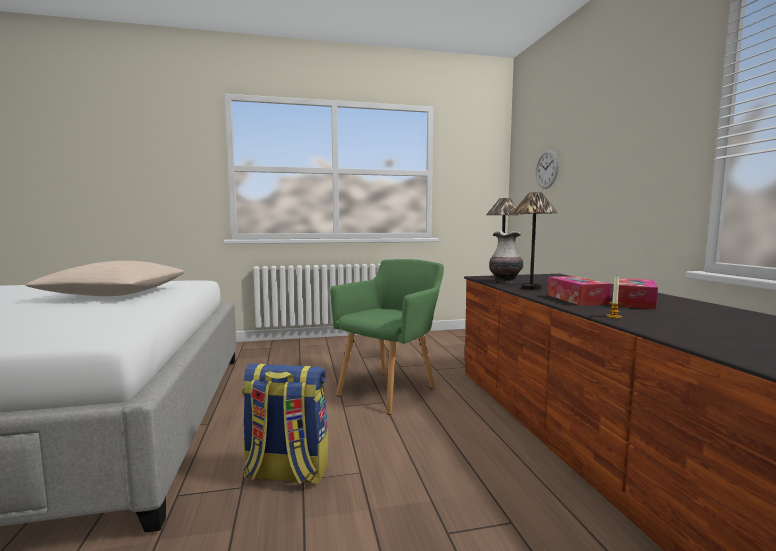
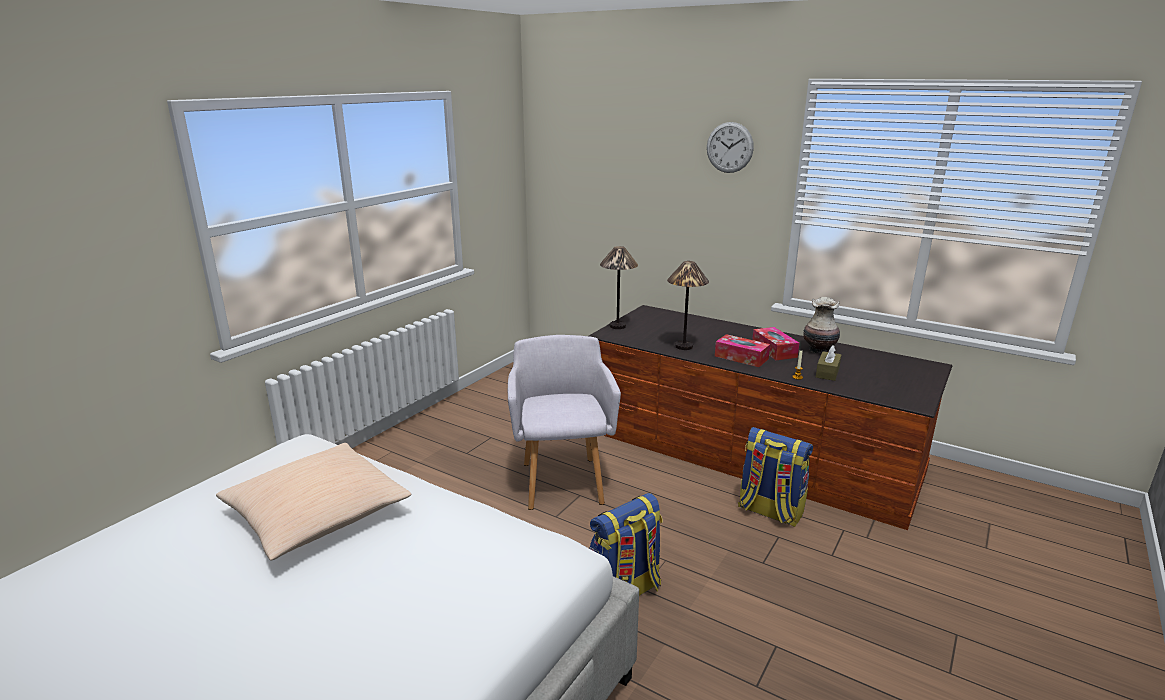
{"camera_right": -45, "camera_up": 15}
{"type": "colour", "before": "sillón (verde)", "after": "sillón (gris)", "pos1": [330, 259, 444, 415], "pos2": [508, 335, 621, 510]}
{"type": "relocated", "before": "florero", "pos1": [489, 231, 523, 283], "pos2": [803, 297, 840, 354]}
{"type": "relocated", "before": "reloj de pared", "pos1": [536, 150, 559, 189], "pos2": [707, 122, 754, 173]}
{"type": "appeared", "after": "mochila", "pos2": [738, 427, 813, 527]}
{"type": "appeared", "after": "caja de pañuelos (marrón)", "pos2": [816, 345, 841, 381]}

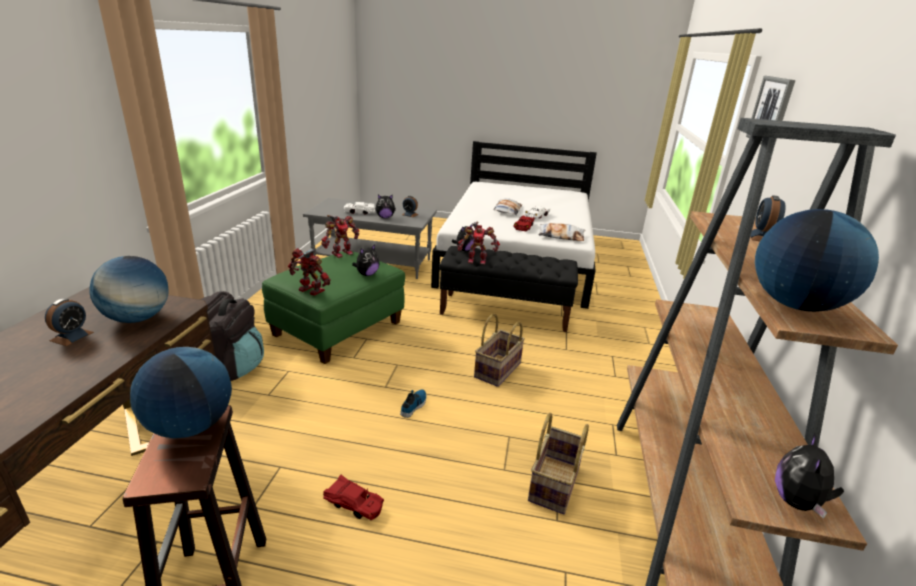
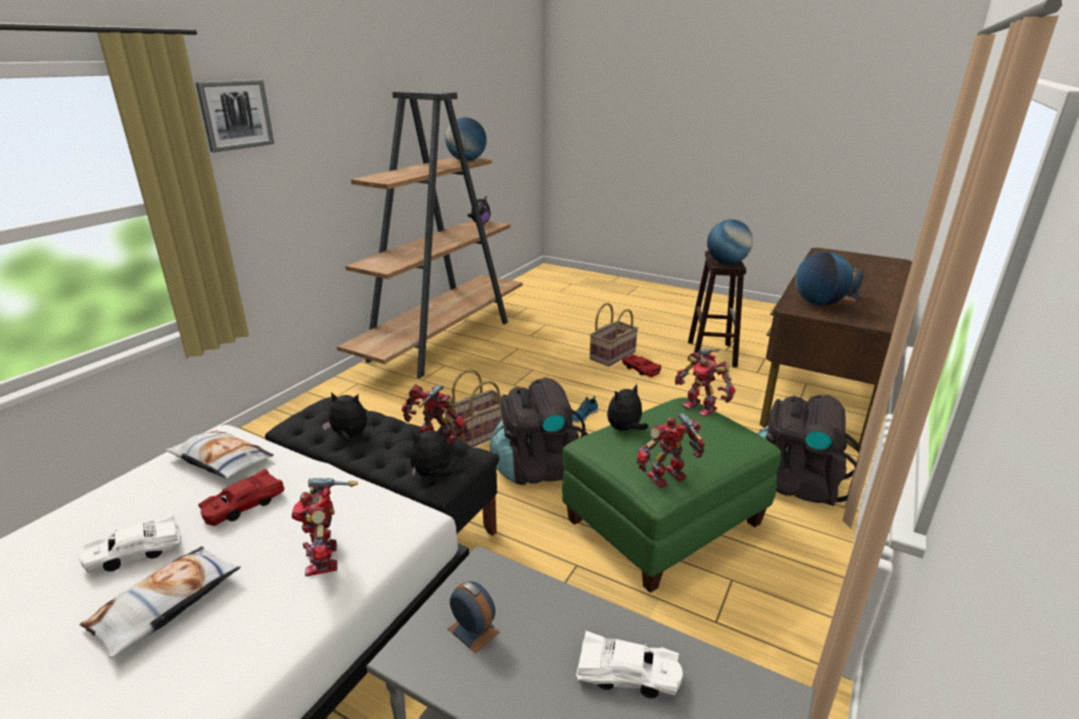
{"camera_right": -160, "camera_up": 0}
{"type": "relocated", "before": "peluche", "pos1": [376, 194, 396, 218], "pos2": [322, 392, 367, 441]}
{"type": "relocated", "before": "cesta", "pos1": [528, 413, 589, 514], "pos2": [590, 303, 638, 366]}
{"type": "missing", "before": "despertador", "pos1": [750, 195, 786, 241]}
{"type": "appeared", "after": "robot de juguete", "pos2": [292, 478, 358, 576]}
{"type": "appeared", "after": "mochila (negro)", "pos2": [490, 377, 588, 485]}

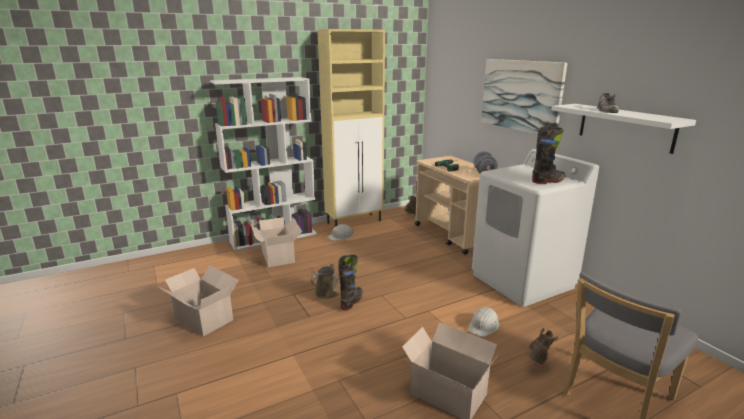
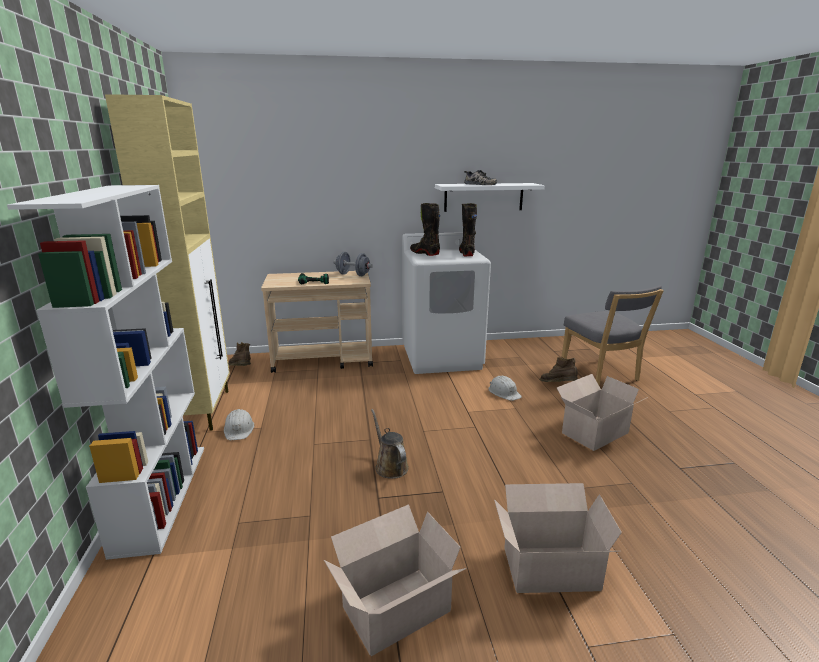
{"camera_right": -70, "camera_up": 0}
{"type": "relocated", "before": "caja de cartón", "pos1": [250, 217, 302, 267], "pos2": [494, 483, 622, 593]}
{"type": "relocated", "before": "bota (negro)", "pos1": [339, 255, 363, 310], "pos2": [410, 203, 440, 256]}
{"type": "missing", "before": "cuadro", "pos1": [481, 59, 568, 134]}

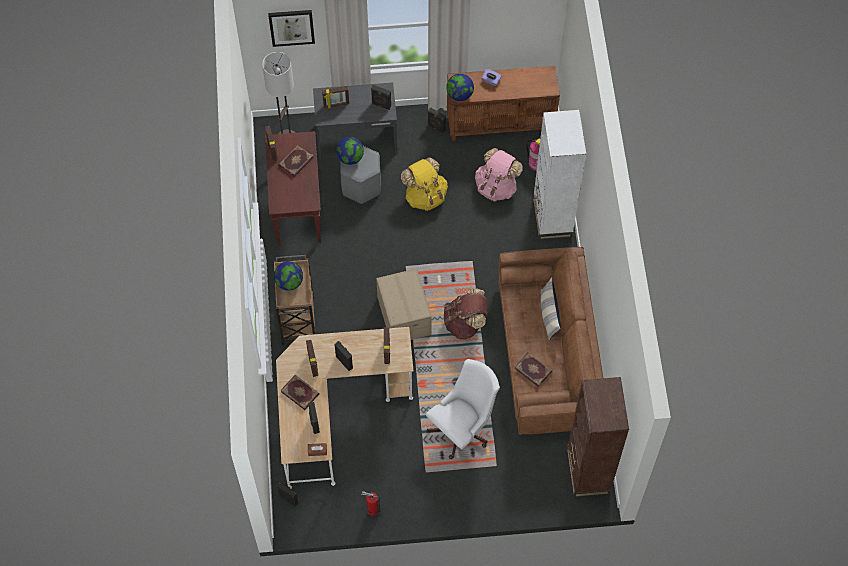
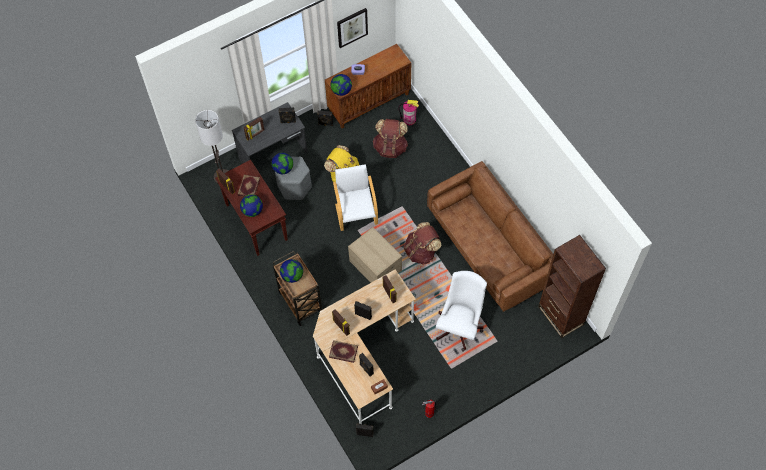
{"camera_right": -25, "camera_up": 0}
{"type": "relocated", "before": "cuadro", "pos1": [268, 10, 315, 47], "pos2": [337, 8, 368, 48]}
{"type": "colour", "before": "mochila (rosa)", "after": "mochila (marrón)", "pos1": [475, 148, 523, 201], "pos2": [373, 119, 408, 158]}
{"type": "missing", "before": "libro", "pos1": [514, 352, 552, 387]}
{"type": "missing", "before": "estantería (blanco)", "pos1": [533, 110, 586, 240]}
{"type": "missing", "before": "cojín", "pos1": [541, 277, 561, 341]}
{"type": "appeared", "after": "globo terráqueo", "pos2": [240, 194, 263, 217]}
{"type": "appeared", "after": "sillón (blanco)", "pos2": [333, 164, 378, 231]}

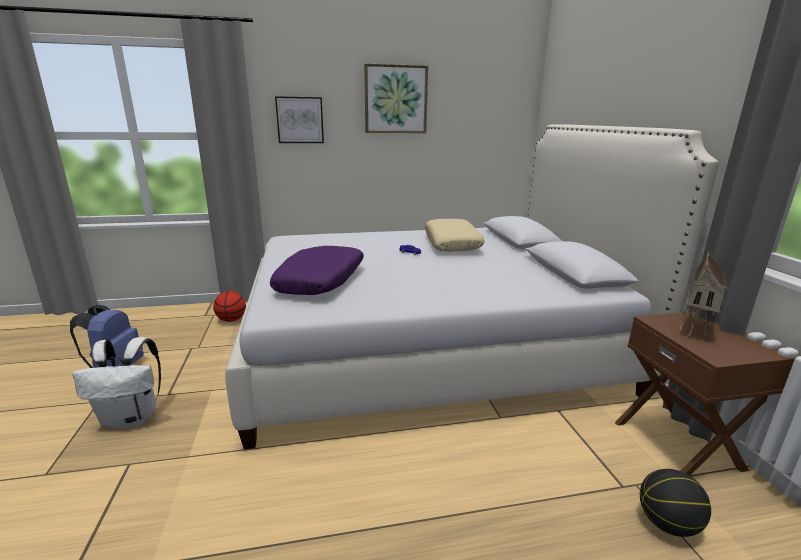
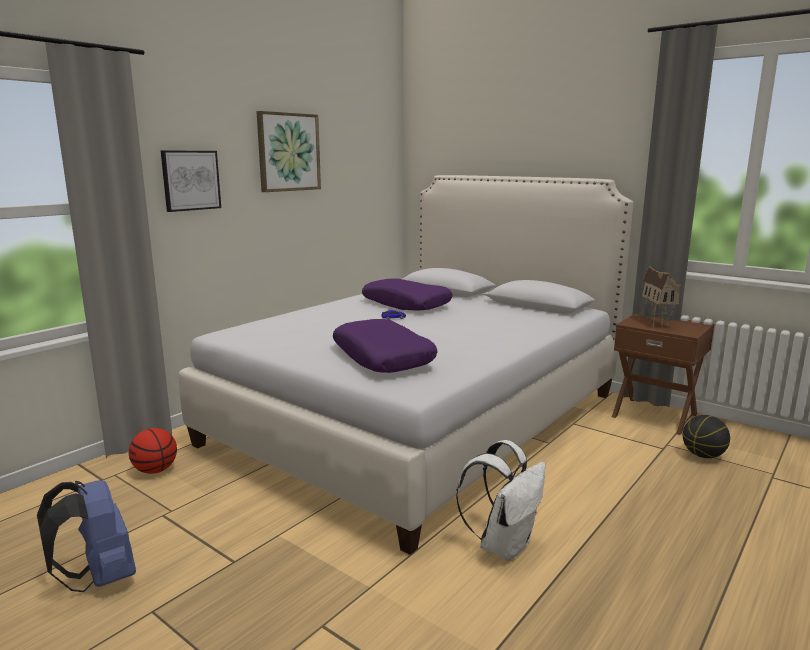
{"camera_right": -40, "camera_up": -5}
{"type": "relocated", "before": "mochila (blanco)", "pos1": [73, 337, 161, 429], "pos2": [456, 440, 546, 561]}
{"type": "colour", "before": "cojín (beis)", "after": "cojín (morado)", "pos1": [425, 219, 484, 252], "pos2": [362, 278, 453, 310]}

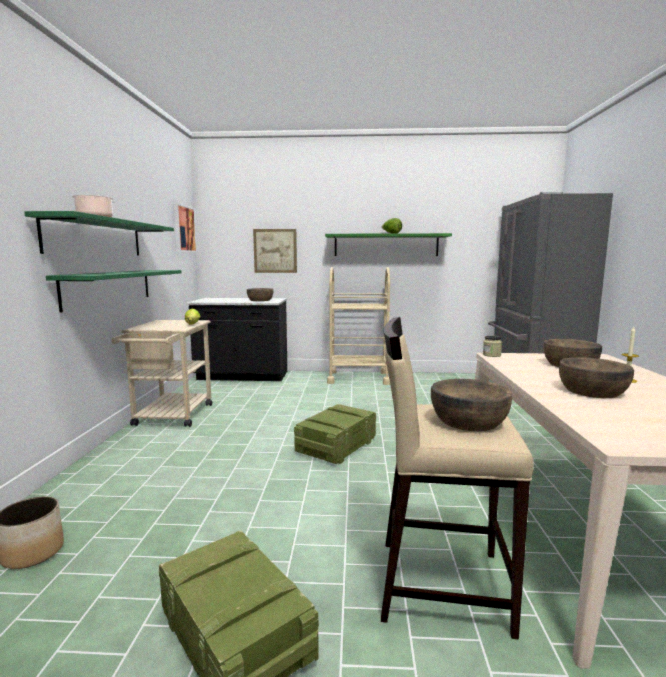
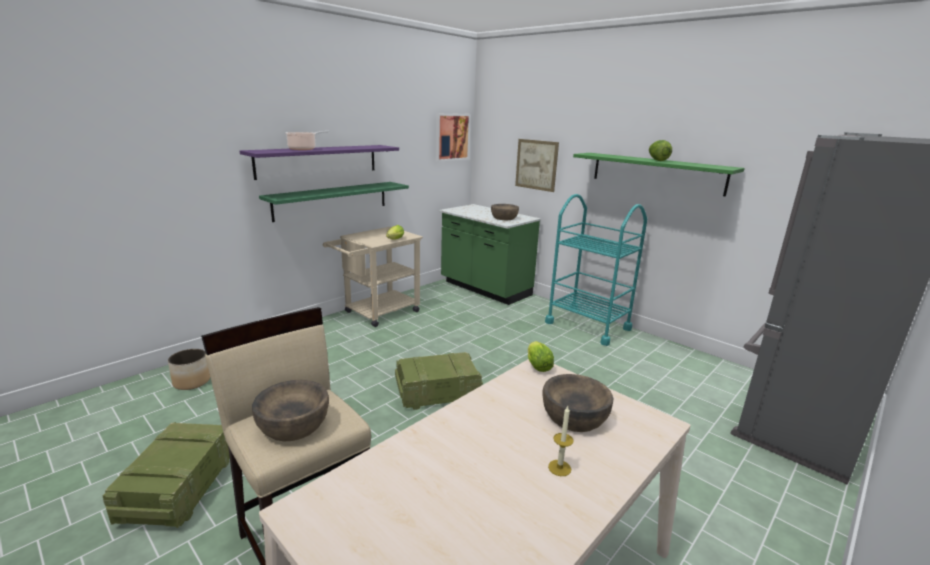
{"camera_right": 40, "camera_up": 10}
{"type": "colour", "before": "estante (verde)", "after": "estante (morado)", "pos1": [24, 211, 174, 255], "pos2": [239, 145, 399, 180]}
{"type": "colour", "before": "mueble bajo de cocina (negro)", "after": "mueble bajo de cocina (verde)", "pos1": [187, 298, 287, 381], "pos2": [439, 204, 541, 305]}
{"type": "colour", "before": "carrito (beis)", "after": "carrito (turquesa)", "pos1": [327, 267, 390, 385], "pos2": [545, 194, 647, 346]}
{"type": "exchanged", "before": "tarro", "after": "lechuga", "pos1": [483, 336, 502, 357], "pos2": [528, 341, 554, 372]}
{"type": "missing", "before": "cuenco (marrón)", "pos1": [559, 357, 634, 398]}

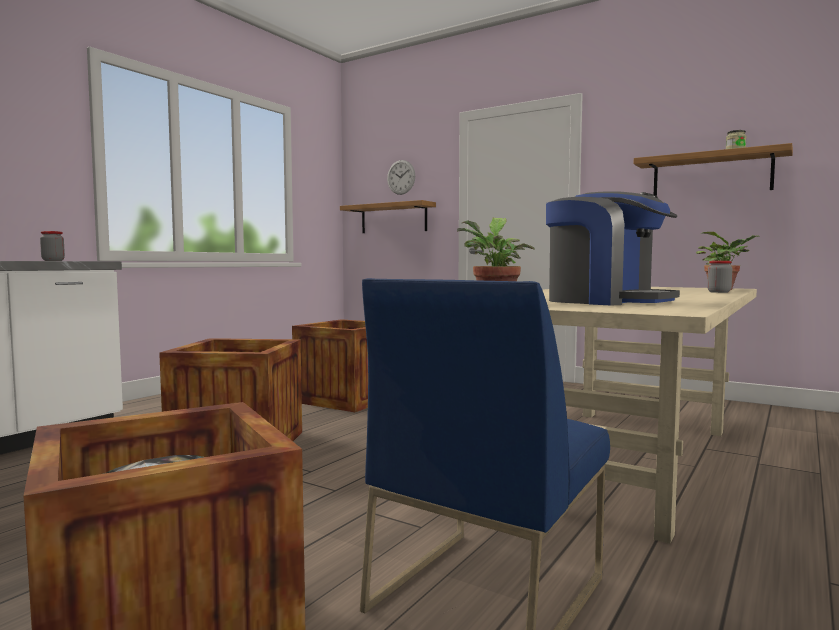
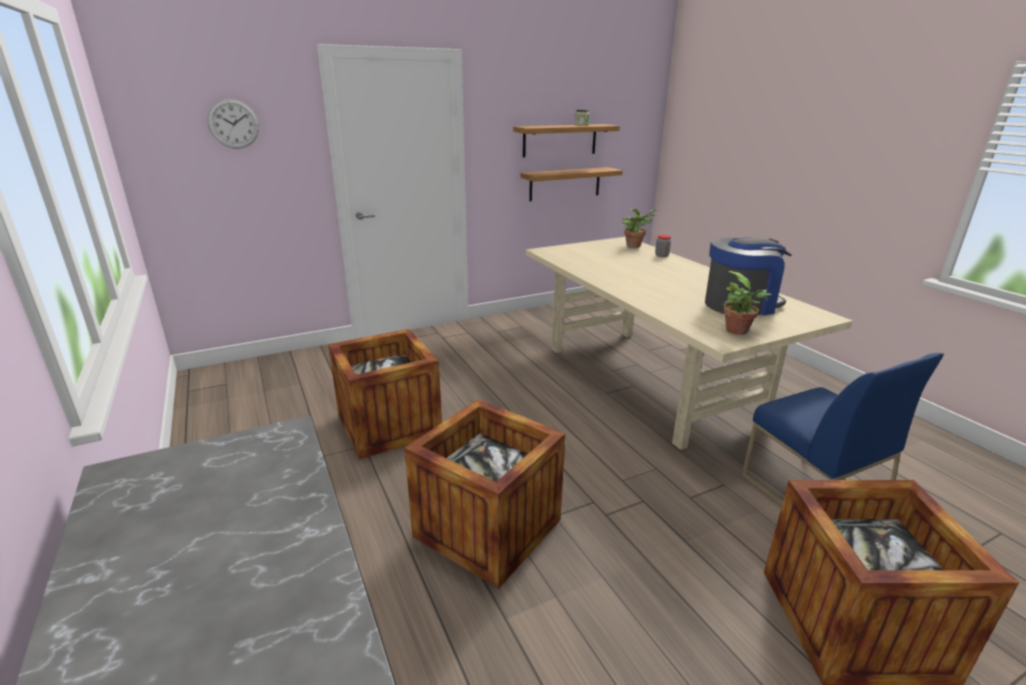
{"camera_right": -60, "camera_up": 20}
{"type": "missing", "before": "tarro", "pos1": [40, 231, 65, 261]}
{"type": "relocated", "before": "estante", "pos1": [340, 200, 436, 233], "pos2": [520, 167, 623, 201]}

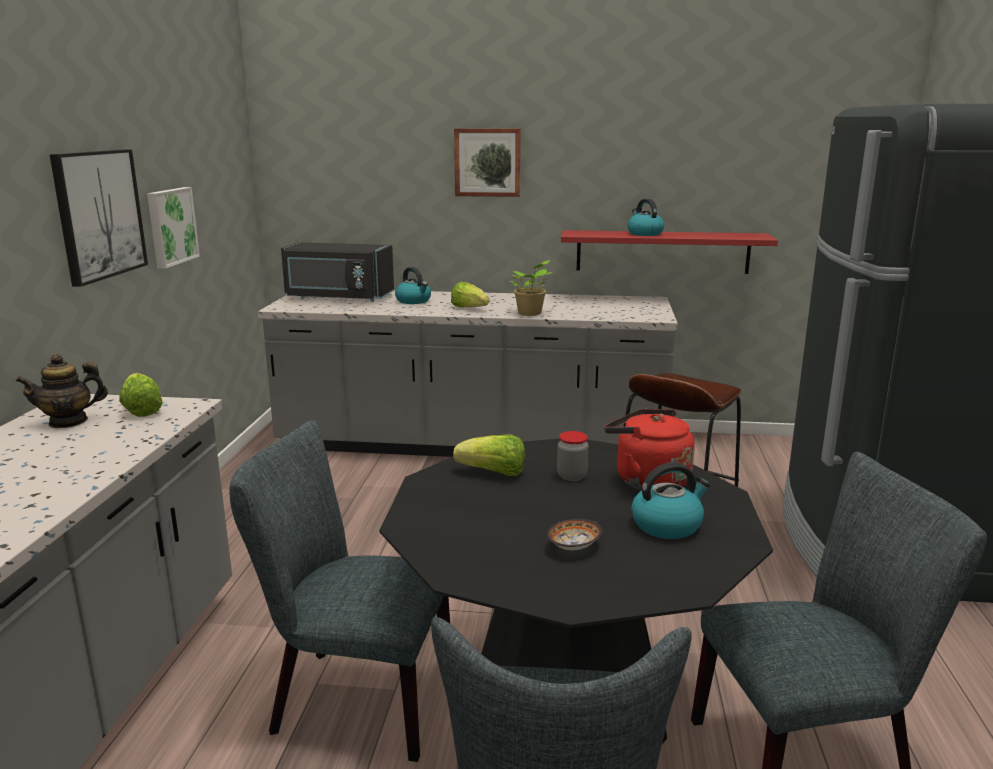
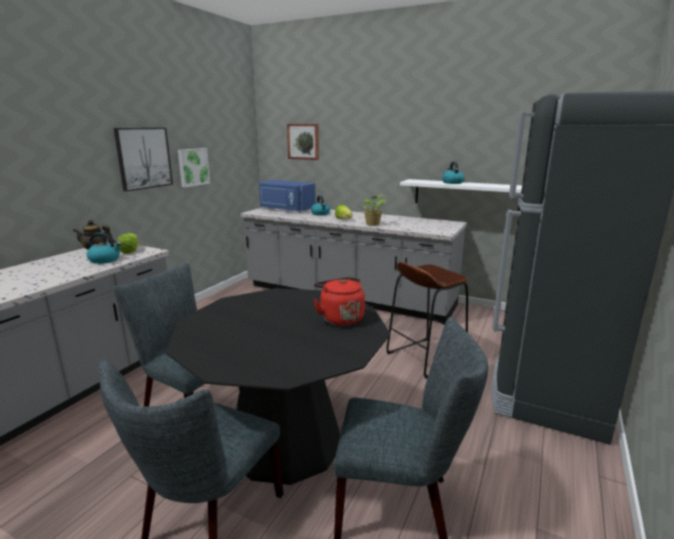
{"camera_right": 20, "camera_up": 0}
{"type": "colour", "before": "microondas (negro)", "after": "microondas (azul)", "pos1": [281, 242, 394, 301], "pos2": [259, 180, 316, 213]}
{"type": "missing", "before": "lechuga", "pos1": [453, 434, 525, 476]}
{"type": "relocated", "before": "cuadro", "pos1": [454, 128, 521, 197], "pos2": [287, 124, 319, 160]}
{"type": "missing", "before": "cuenco", "pos1": [547, 519, 602, 550]}
{"type": "missing", "before": "tarro", "pos1": [557, 431, 589, 481]}
{"type": "colour", "before": "estante (rojo)", "after": "estante (blanco)", "pos1": [561, 230, 778, 274], "pos2": [400, 179, 522, 211]}
{"type": "relocated", "before": "hervidor", "pos1": [631, 462, 710, 539], "pos2": [86, 232, 122, 264]}

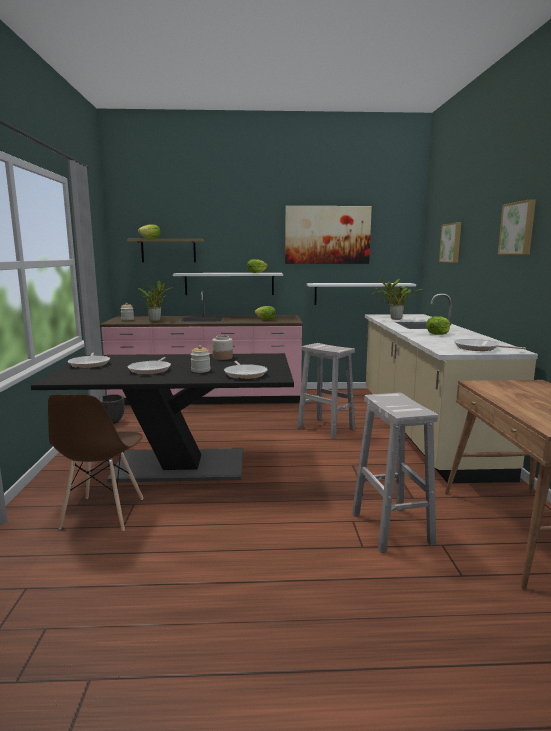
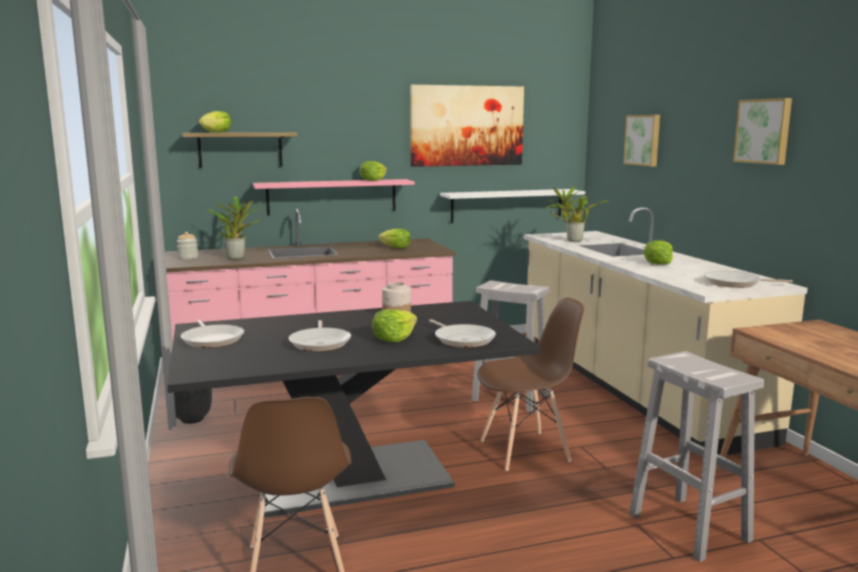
{"camera_right": -15, "camera_up": 0}
{"type": "colour", "before": "estante (blanco)", "after": "estante (rosa)", "pos1": [173, 273, 283, 295], "pos2": [253, 179, 415, 216]}
{"type": "exchanged", "before": "tarro", "after": "lechuga", "pos1": [191, 345, 210, 373], "pos2": [372, 309, 417, 342]}
{"type": "appeared", "after": "silla (marrón)", "pos2": [477, 298, 584, 471]}

